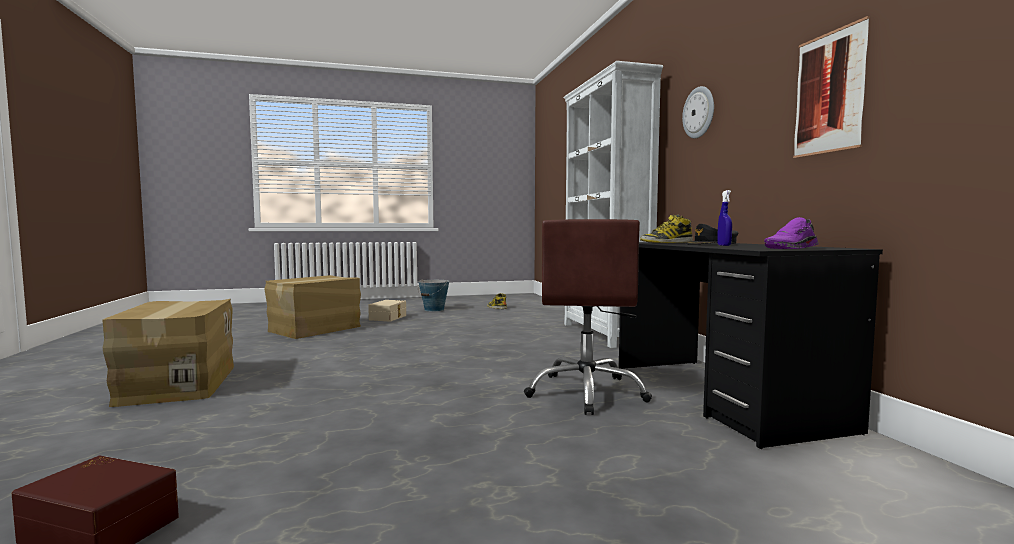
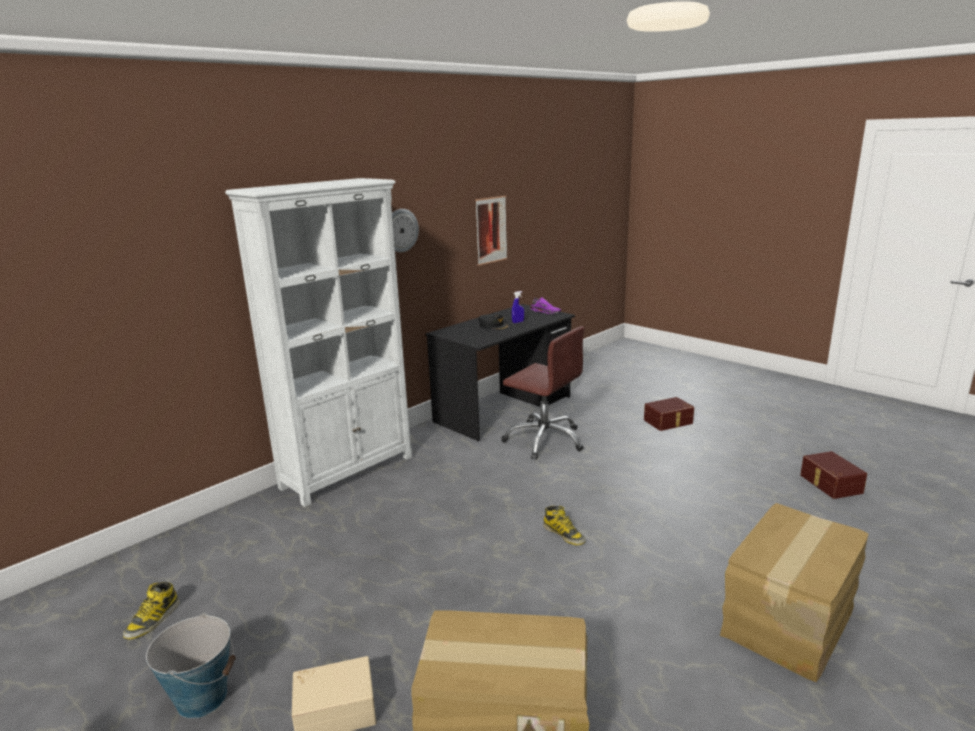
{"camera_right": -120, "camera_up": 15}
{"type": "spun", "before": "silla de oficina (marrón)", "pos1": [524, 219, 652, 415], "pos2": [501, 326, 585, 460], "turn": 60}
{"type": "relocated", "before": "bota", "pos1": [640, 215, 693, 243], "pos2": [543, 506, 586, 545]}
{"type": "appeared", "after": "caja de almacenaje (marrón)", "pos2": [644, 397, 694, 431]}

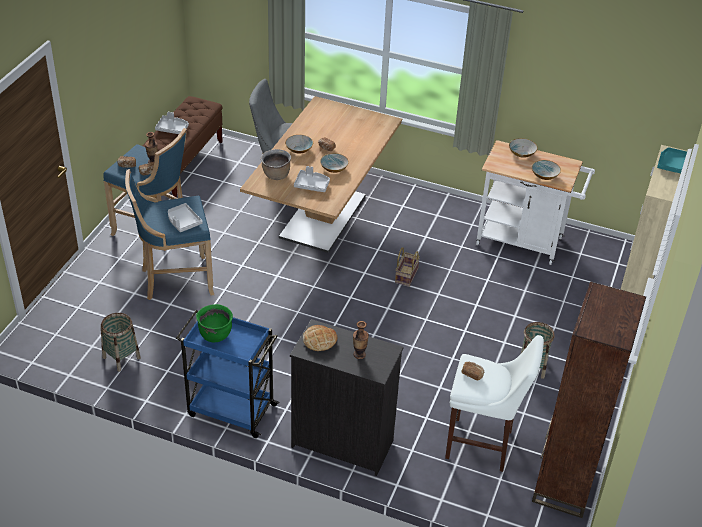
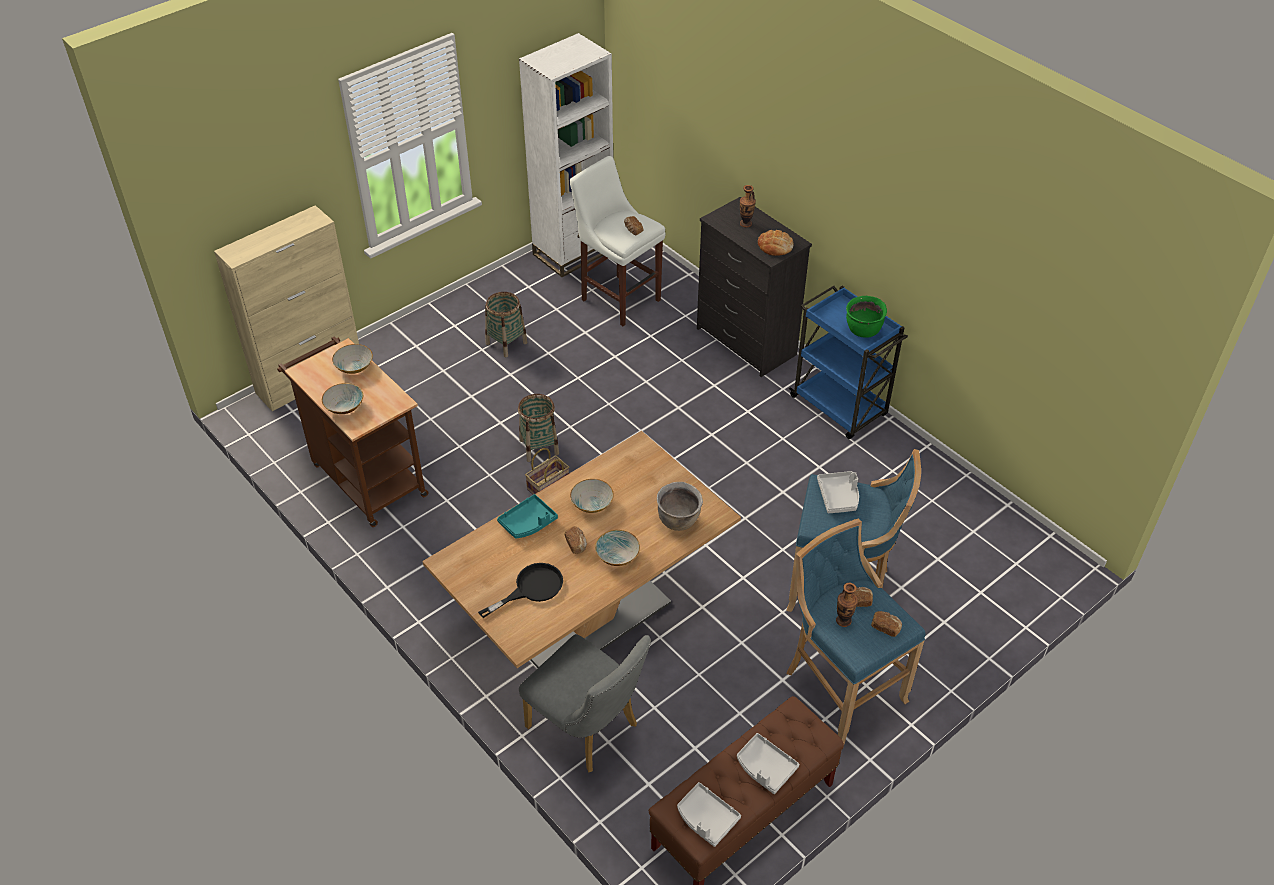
{"camera_right": -150, "camera_up": 5}
{"type": "relocated", "before": "cesta", "pos1": [101, 313, 141, 372], "pos2": [518, 394, 559, 462]}
{"type": "relocated", "before": "bandeja (gris)", "pos1": [294, 166, 330, 192], "pos2": [677, 782, 741, 847]}
{"type": "colour", "before": "carrito (blanco)", "after": "carrito (marrón)", "pos1": [476, 140, 595, 265], "pos2": [277, 336, 428, 527]}
{"type": "colour", "before": "estantería (marrón)", "after": "estantería (blanco)", "pos1": [532, 281, 646, 518], "pos2": [519, 33, 613, 277]}
{"type": "relocated", "before": "bandeja (turquesa)", "pos1": [657, 147, 687, 173], "pos2": [497, 494, 558, 539]}
{"type": "appeared", "after": "sartén (negro)", "pos2": [478, 563, 563, 618]}

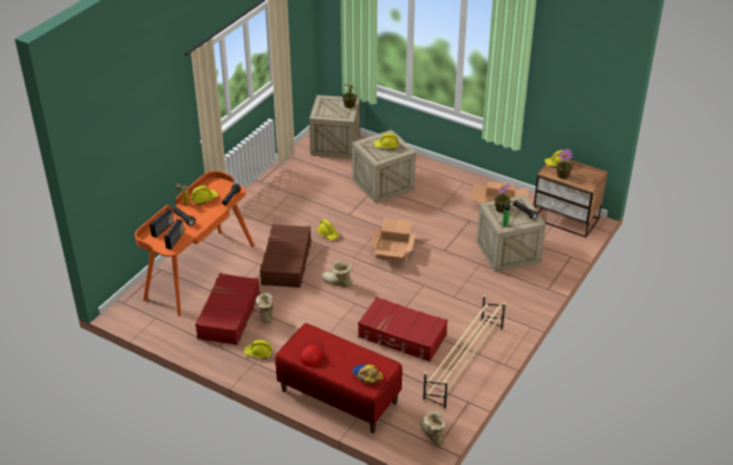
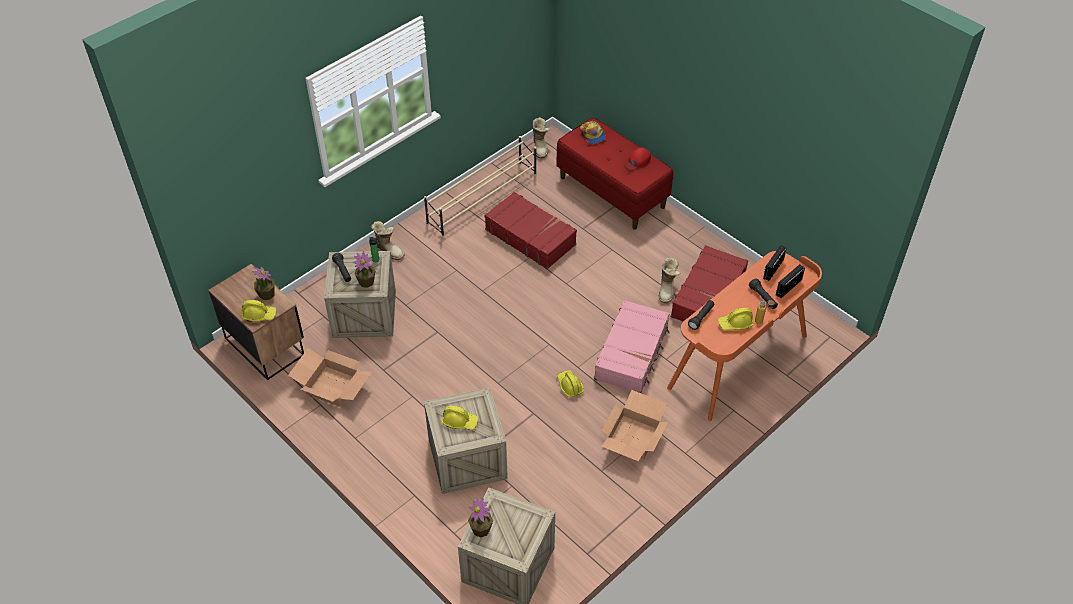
{"camera_right": -165, "camera_up": 10}
{"type": "missing", "before": "casco (amarillo)", "pos1": [244, 340, 272, 359]}
{"type": "colour", "before": "maleta (marrón)", "after": "maleta (rosa)", "pos1": [259, 224, 311, 288], "pos2": [594, 300, 670, 393]}
{"type": "relocated", "before": "bota", "pos1": [321, 260, 353, 286], "pos2": [371, 221, 404, 260]}
{"type": "relocated", "before": "caja de cartón", "pos1": [370, 218, 416, 262], "pos2": [601, 390, 668, 461]}

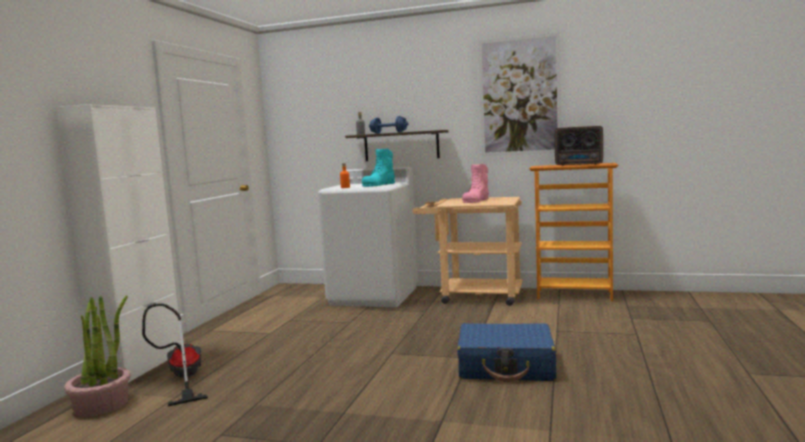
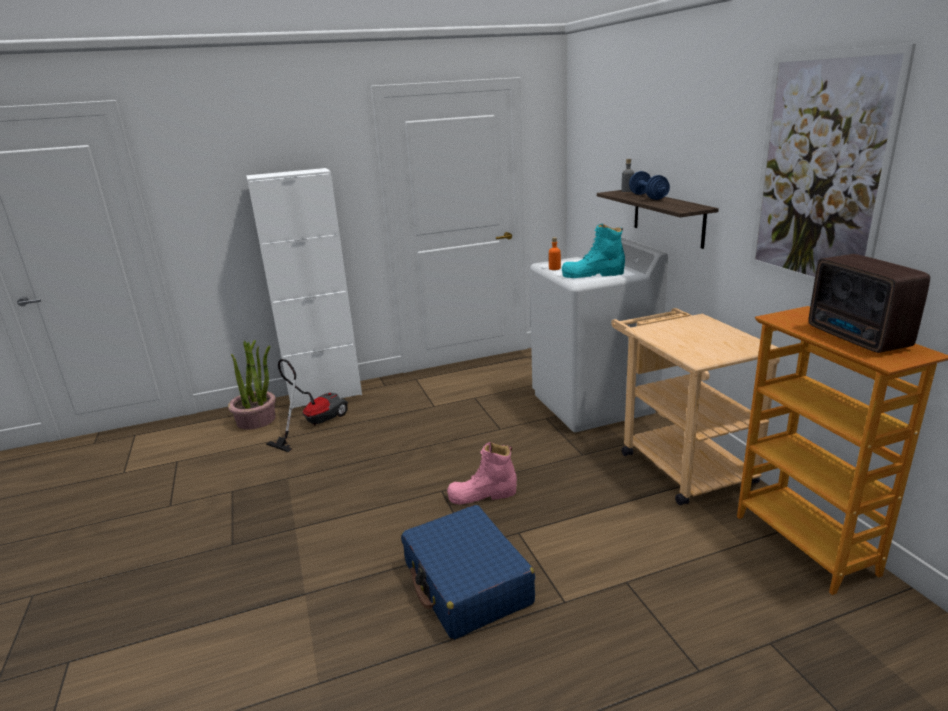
{"camera_right": 55, "camera_up": 15}
{"type": "relocated", "before": "bota (rosa)", "pos1": [462, 164, 489, 203], "pos2": [447, 442, 517, 505]}

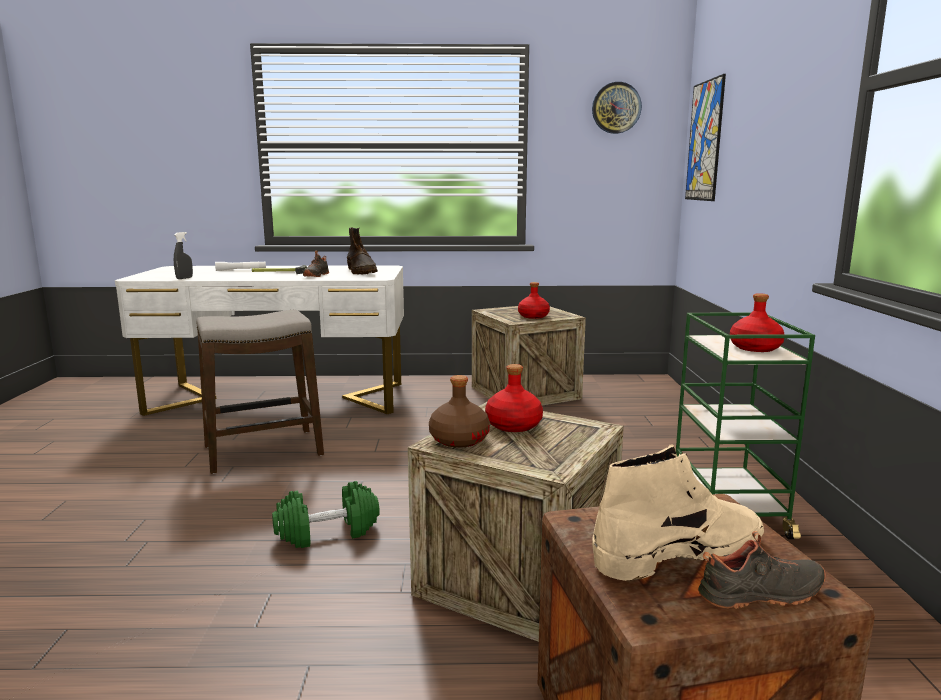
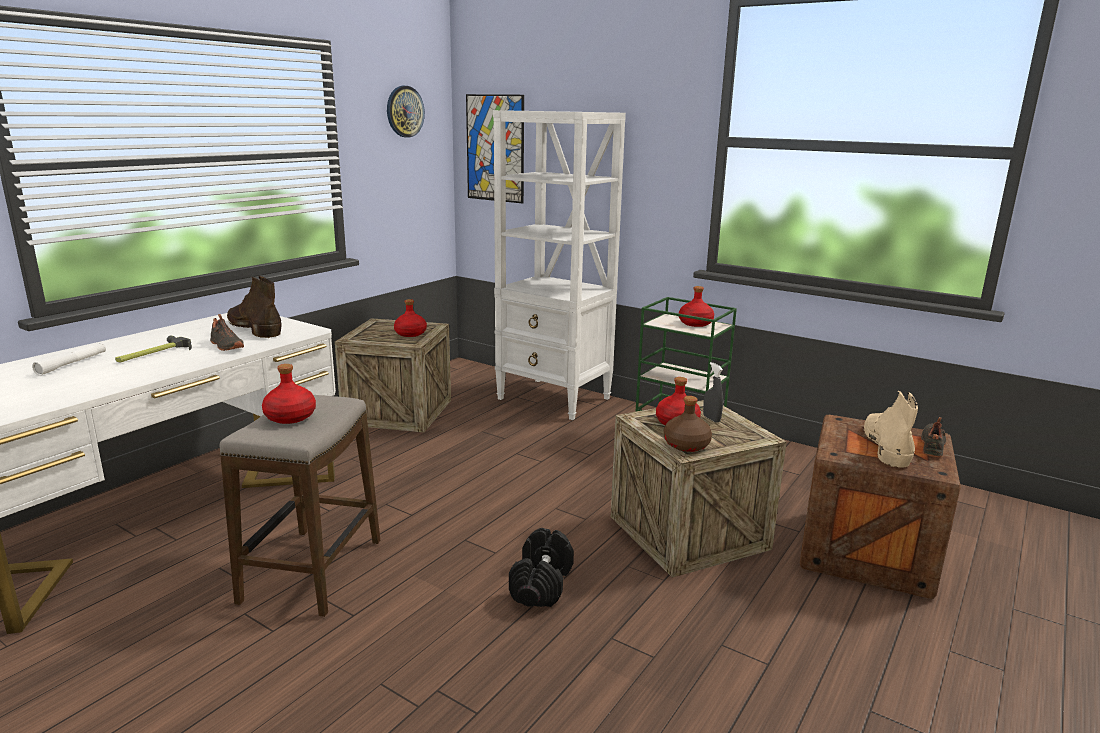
{"camera_right": -55, "camera_up": 5}
{"type": "relocated", "before": "pulverizador (gris)", "pos1": [174, 232, 193, 279], "pos2": [703, 362, 723, 423]}
{"type": "colour", "before": "mancuerna (verde)", "after": "mancuerna (negro)", "pos1": [272, 481, 380, 548], "pos2": [509, 528, 574, 607]}
{"type": "spun", "before": "bota (marrón)", "pos1": [347, 228, 378, 274], "pos2": [227, 276, 281, 338], "turn": -150}
{"type": "appeared", "after": "botella (rojo)", "pos2": [262, 364, 316, 424]}
{"type": "appeared", "after": "estantería (blanco)", "pos2": [493, 110, 626, 420]}

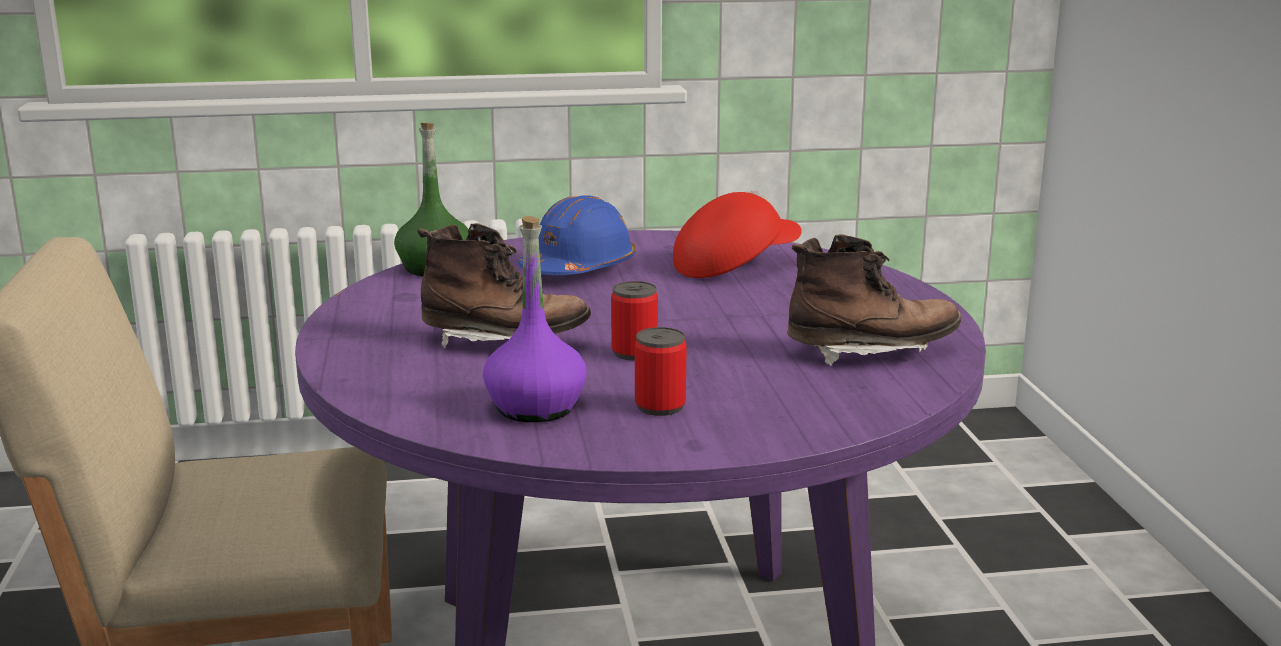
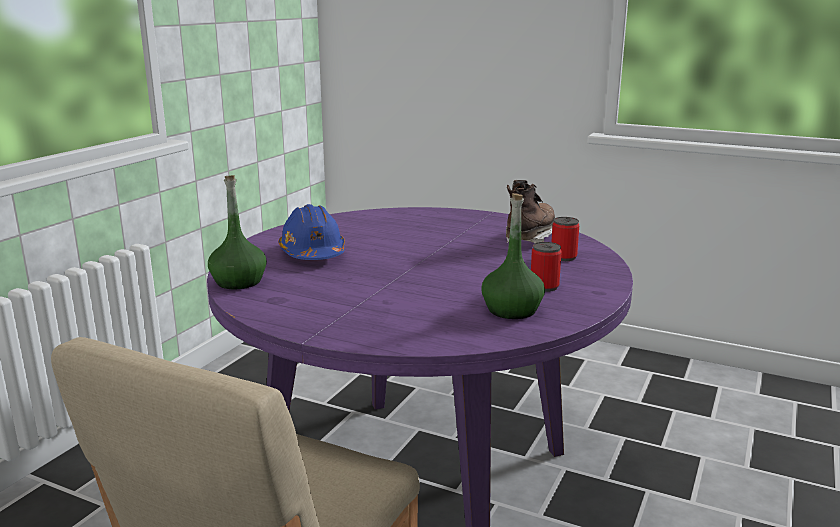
{"camera_right": -55, "camera_up": 0}
{"type": "missing", "before": "bota (marrón)", "pos1": [417, 223, 591, 349]}
{"type": "colour", "before": "botella (morado)", "after": "botella (verde)", "pos1": [483, 216, 587, 422], "pos2": [481, 193, 545, 319]}
{"type": "relocated", "before": "lata", "pos1": [611, 281, 658, 361], "pos2": [551, 217, 579, 261]}
{"type": "missing", "before": "gorra (rojo)", "pos1": [673, 191, 802, 278]}

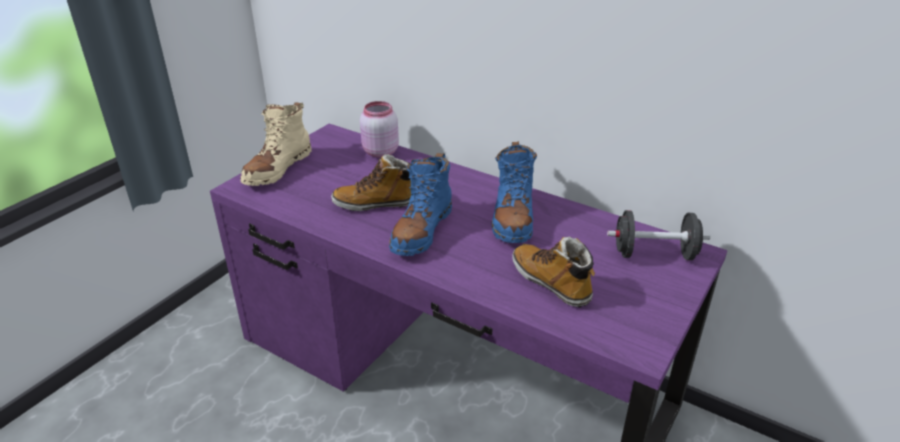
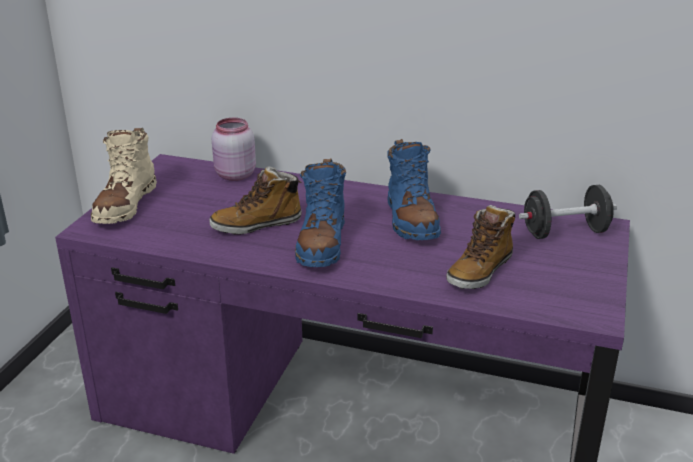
{"camera_right": -15, "camera_up": -5}
{"type": "spun", "before": "bota", "pos1": [512, 236, 595, 307], "pos2": [446, 205, 515, 289], "turn": -90}

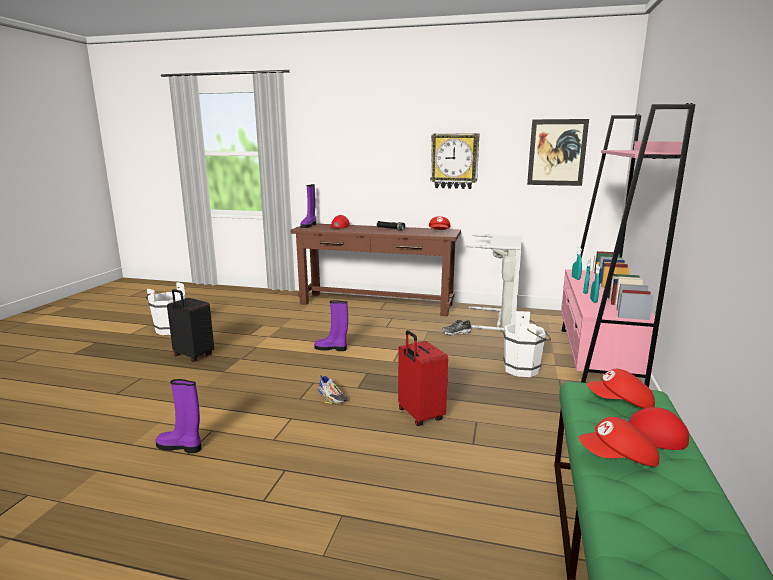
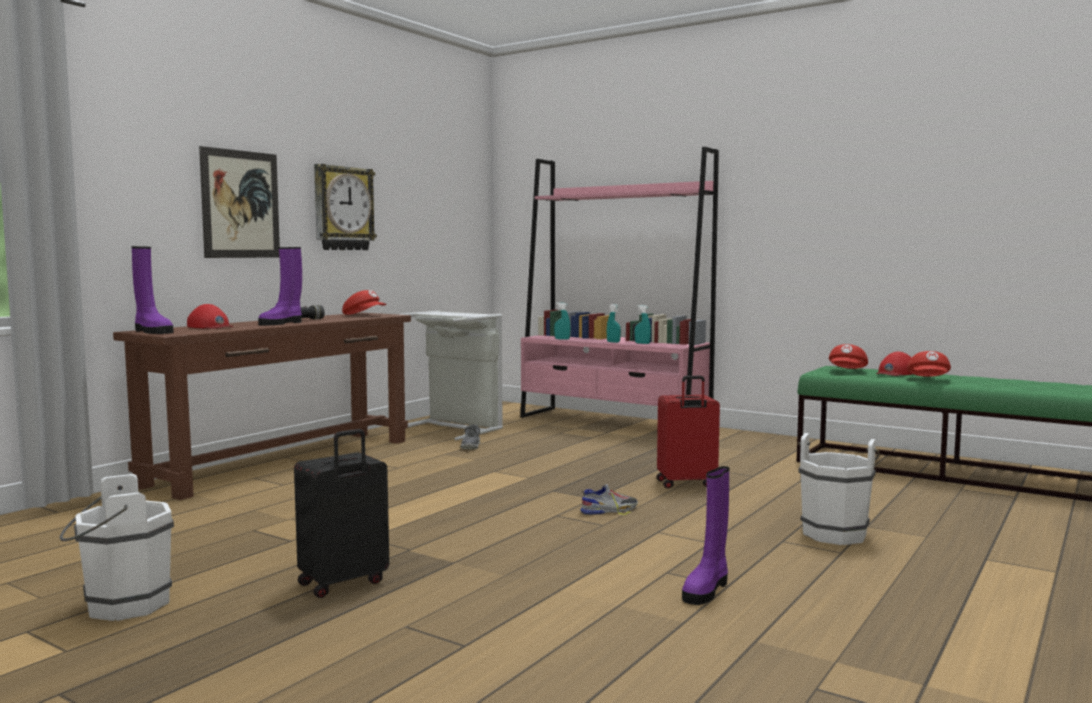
{"camera_right": -70, "camera_up": -10}
{"type": "relocated", "before": "bota (morado)", "pos1": [314, 300, 348, 351], "pos2": [258, 247, 302, 326]}
{"type": "relocated", "before": "cubo (blanco)", "pos1": [503, 311, 551, 377], "pos2": [798, 433, 880, 545]}
{"type": "relocated", "before": "cuadro", "pos1": [527, 119, 589, 186], "pos2": [199, 146, 280, 258]}

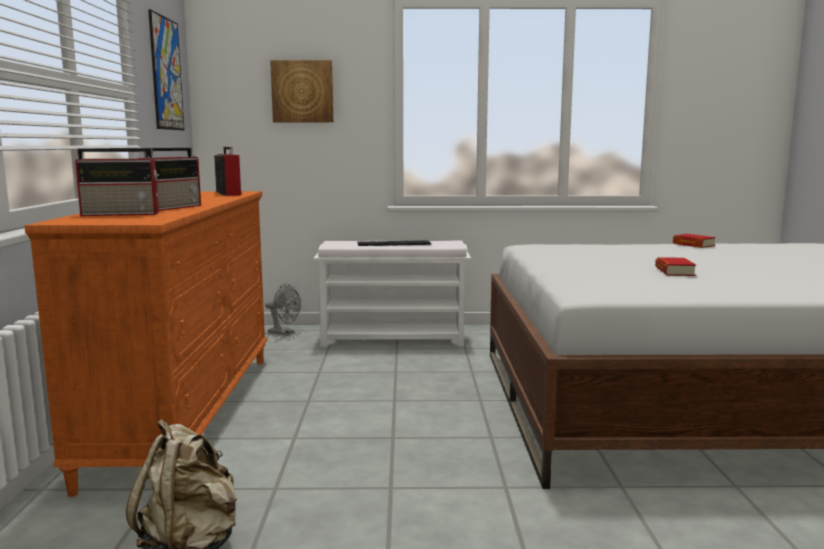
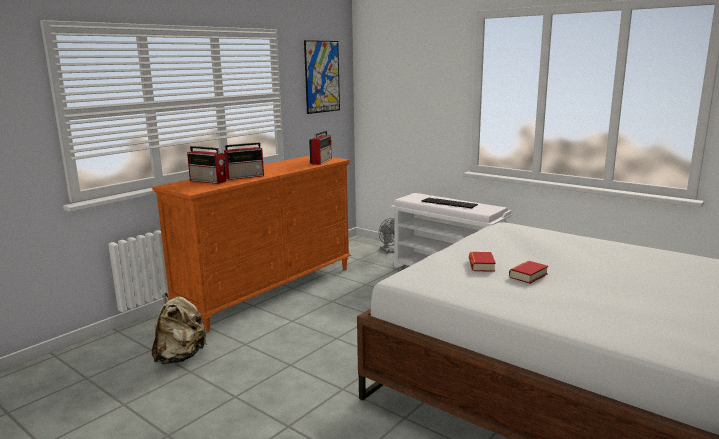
{"camera_right": 40, "camera_up": 5}
{"type": "missing", "before": "cuadro", "pos1": [270, 60, 333, 122]}
{"type": "relocated", "before": "libro", "pos1": [673, 234, 716, 248], "pos2": [469, 252, 496, 272]}

